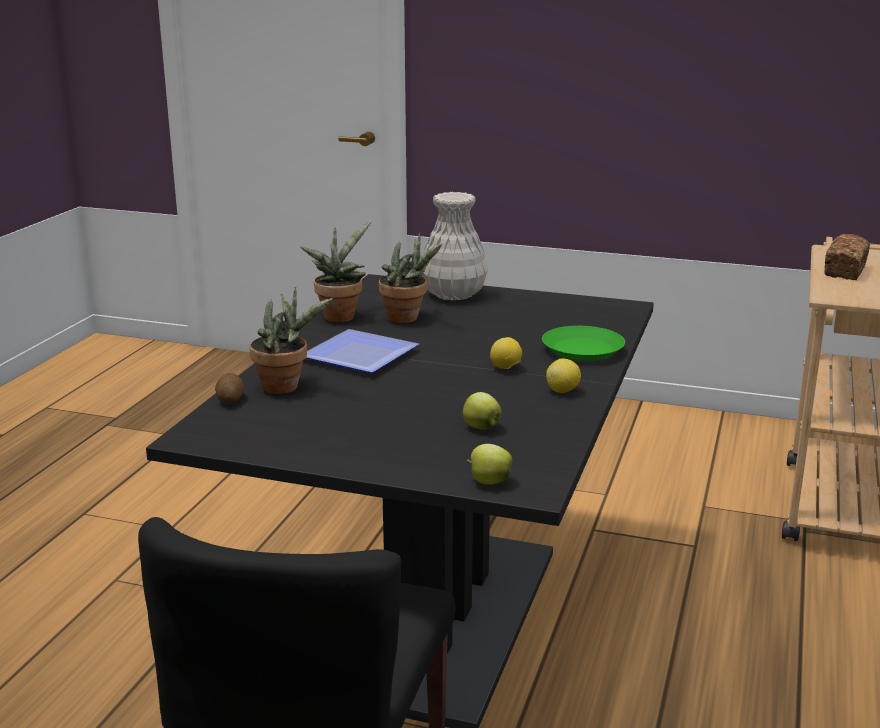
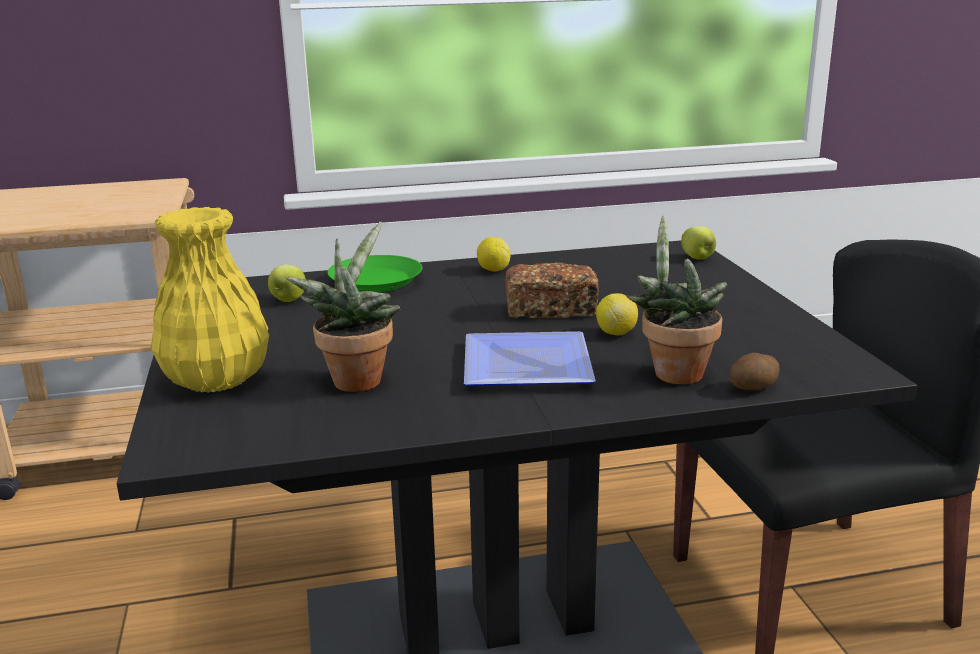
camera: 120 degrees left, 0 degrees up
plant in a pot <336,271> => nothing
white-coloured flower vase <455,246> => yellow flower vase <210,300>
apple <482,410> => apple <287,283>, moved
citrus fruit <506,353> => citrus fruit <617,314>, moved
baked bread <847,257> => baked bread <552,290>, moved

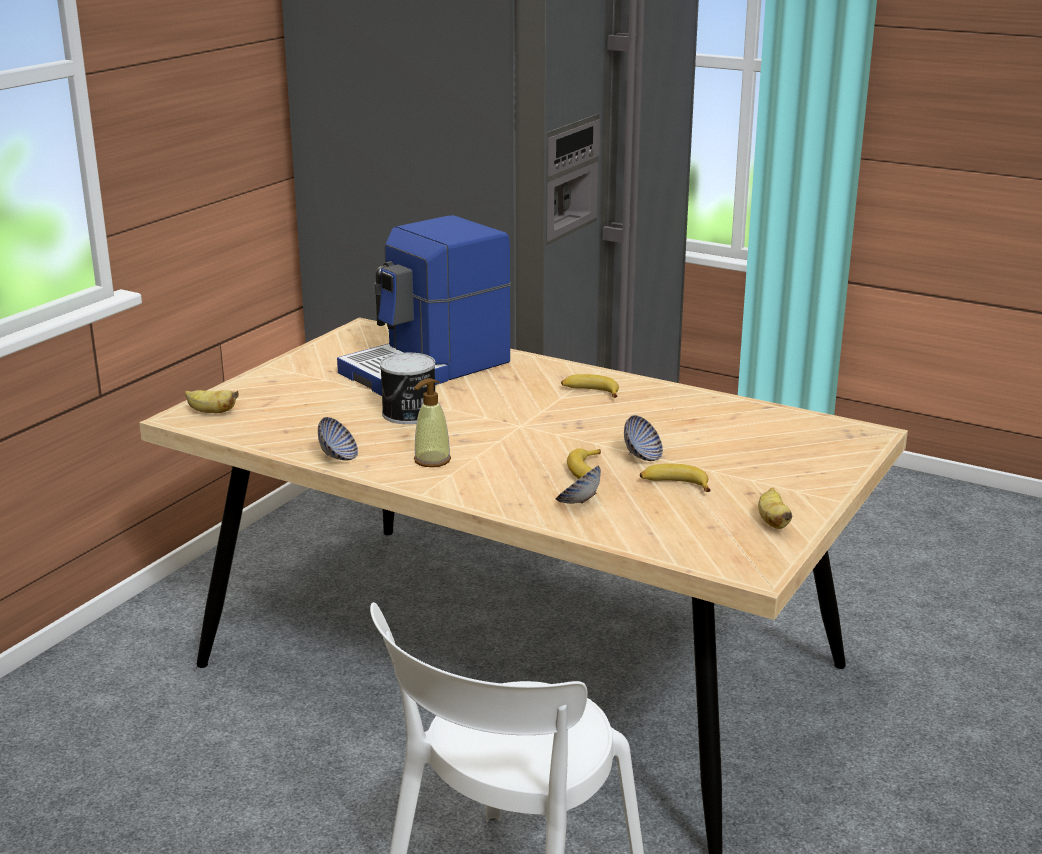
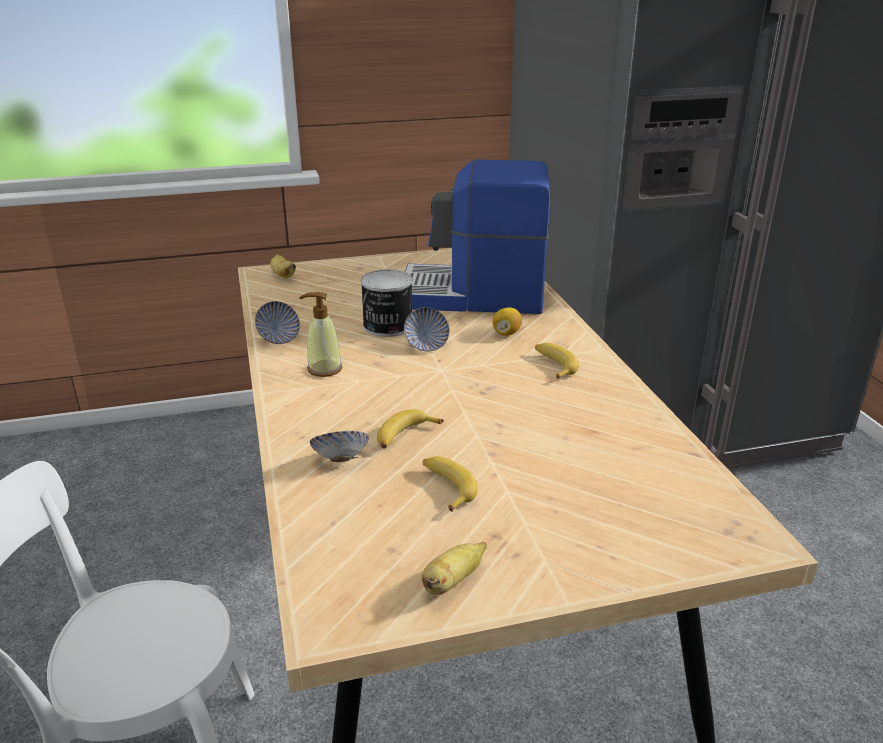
camera: 45 degrees right, 5 degrees up
deep dish <643,438> => deep dish <427,329>, moved
nothing => citrus fruit <507,321>

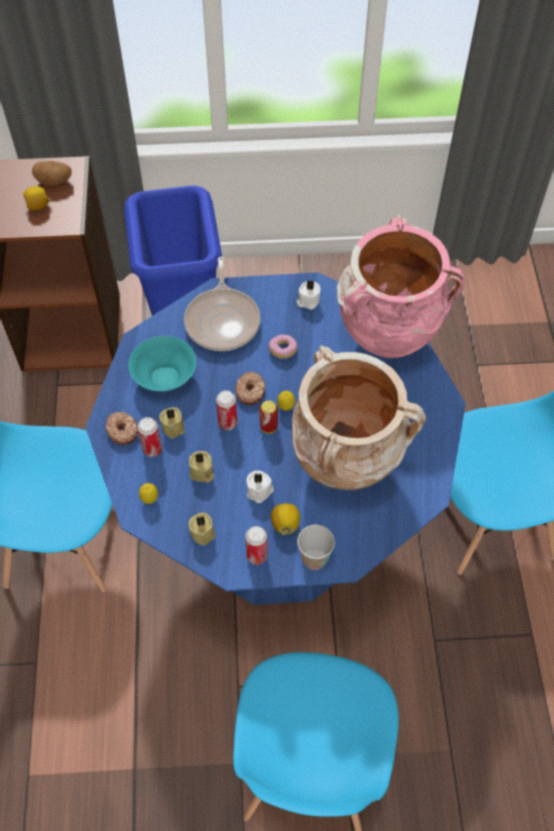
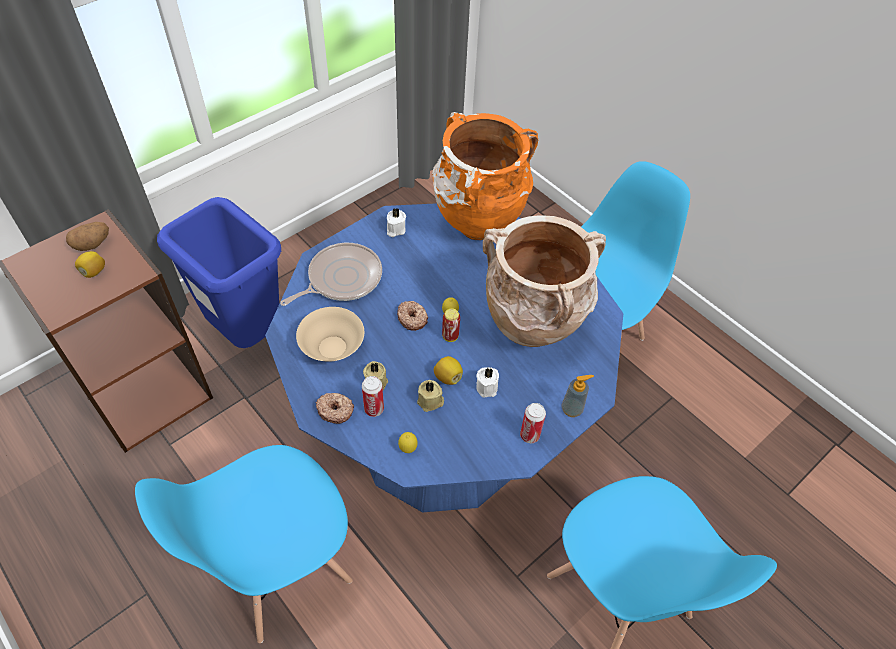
camera: 40 degrees left, 5 degrees down
blue-green deep dish <162,363> => beige deep dish <330,334>
frying pan <222,304> => frying pan <331,274>, 90 degrees counterclockwise
beige wax light <202,529> => nothing
metal can <226,410> => nothing
ring doughnut <283,346> => nothing
citrus fruit <285,519> => citrus fruit <448,370>, moved
drinking cup <316,547> => liquid soap bottle <577,396>
pinkish flower vase <401,286> => orange flower vase <485,176>

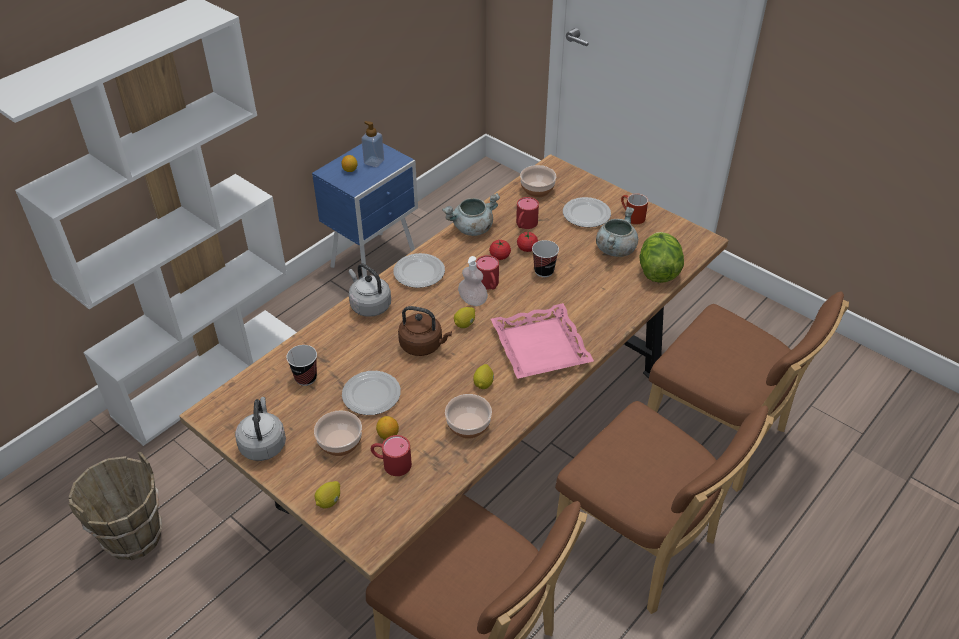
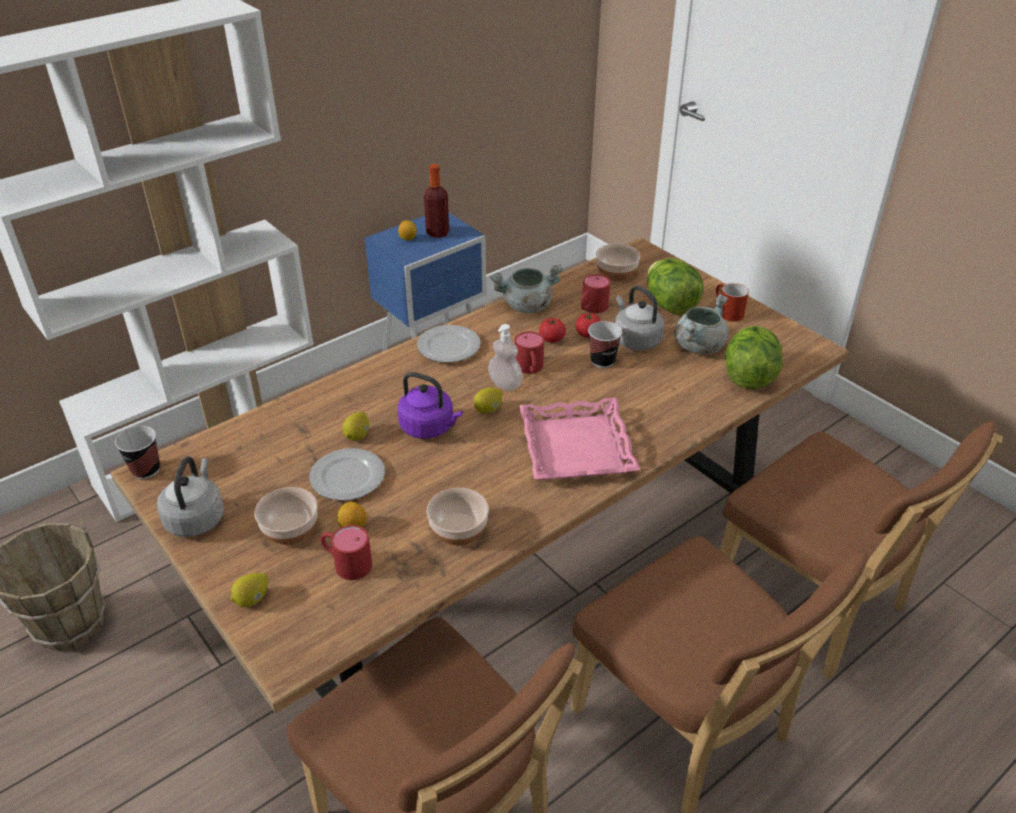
camera: 10 degrees right, 5 degrees down
drinking cup <301,365> => drinking cup <137,452>, moved
grey kettle <370,290> => grey kettle <639,318>, moved
liquid soap bottle <372,144> => drink bottle <436,201>
brownish kettle <425,331> => purple-coloured kettle <430,405>
citrus fruit <483,376> => citrus fruit <355,426>, moved
plate <587,212> => lettuce head <675,286>

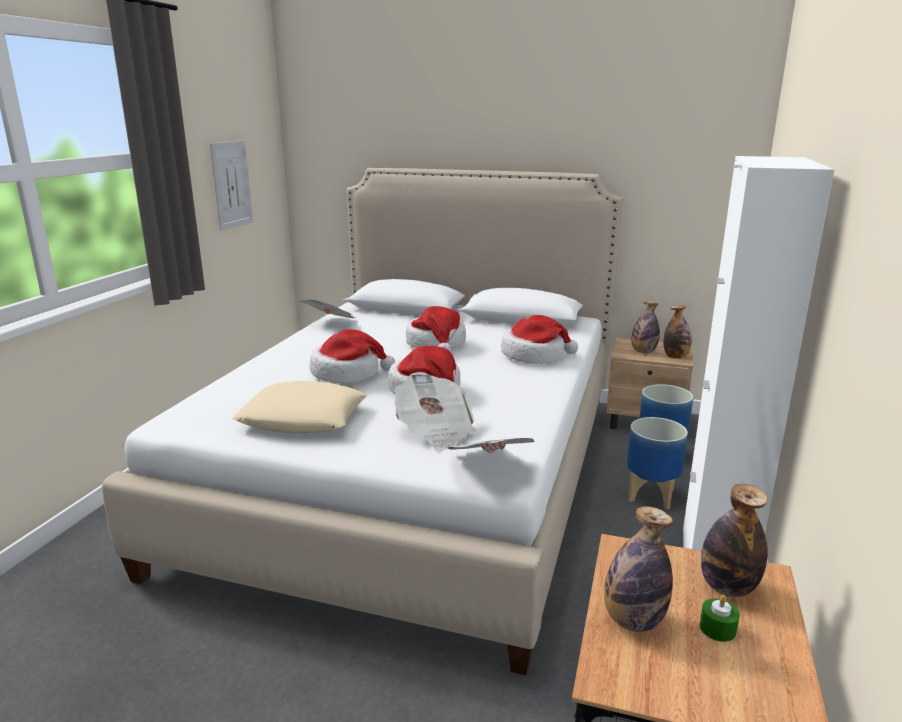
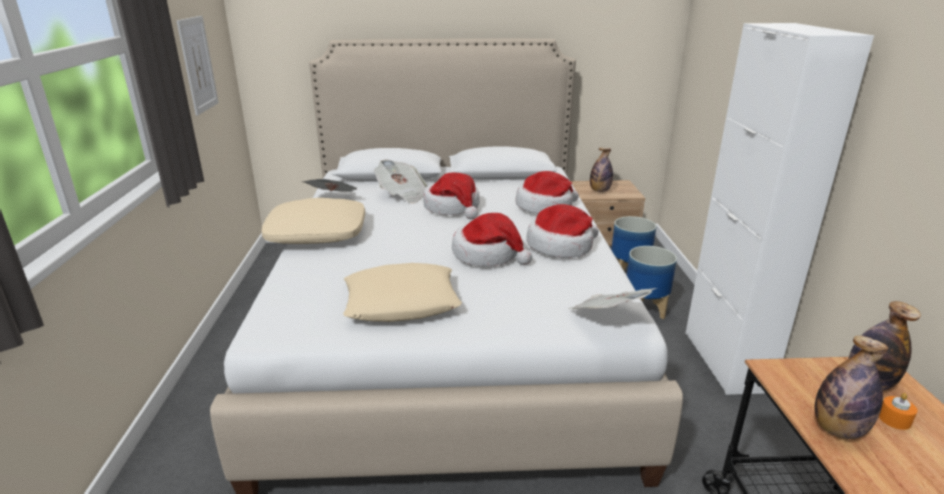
camera: 20 degrees left, 5 degrees up
hat <352,356> => hat <562,231>, moved
daily paper <435,411> => daily paper <400,181>, moved
drink bottle <677,332> => nothing
green wax light <719,618> => orange wax light <898,411>
nothing => beige cushion <313,221>

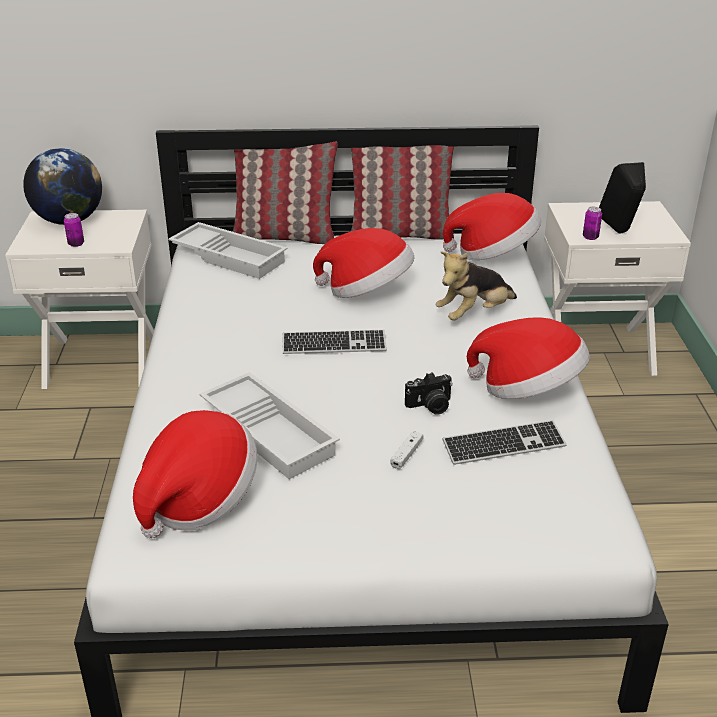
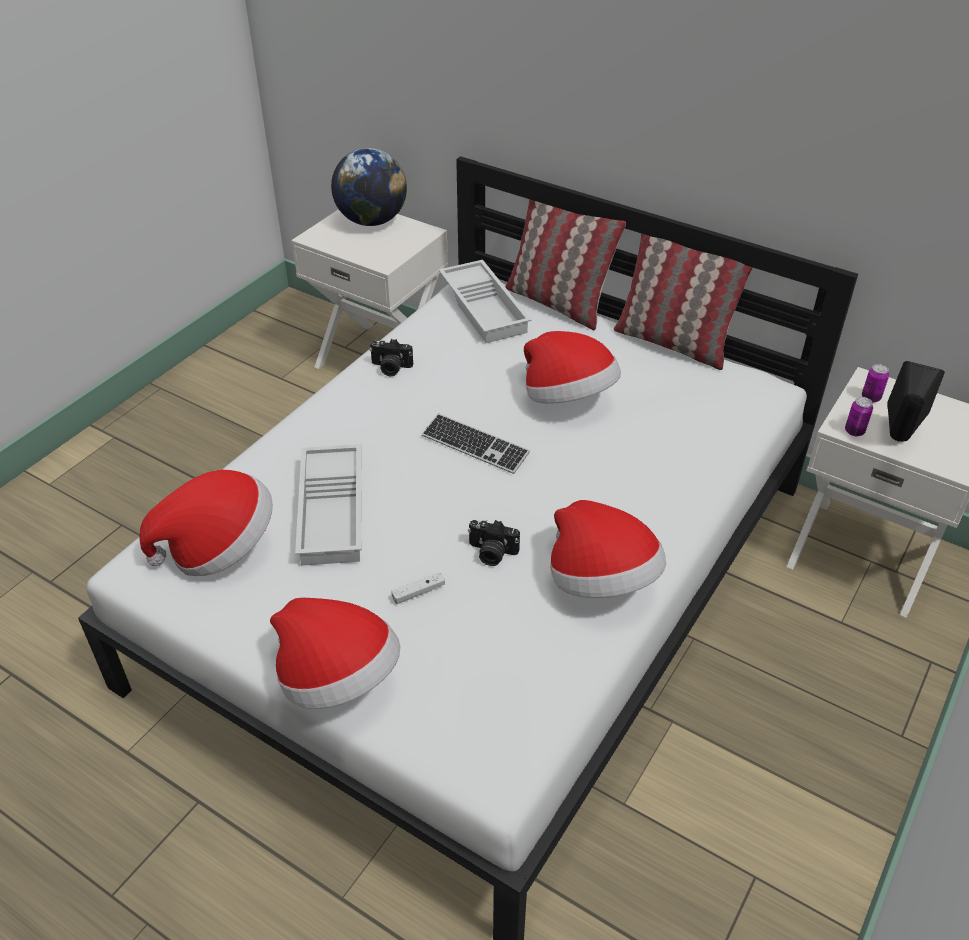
camera: 35 degrees right, 10 degrees up
metal can <74,230> => metal can <875,383>, moved
cuddly toy <476,286> => nothing
computer keyboard <504,442> => nothing
hat <492,226> => hat <335,653>, moved
nothing => still camera <391,357>

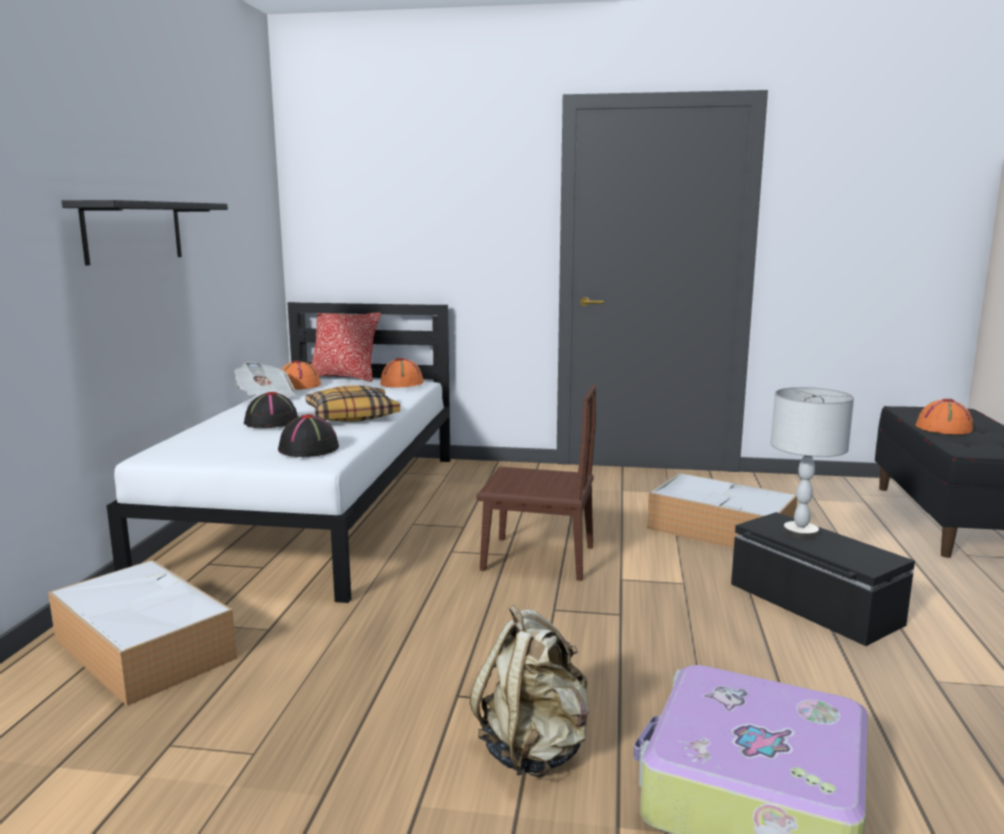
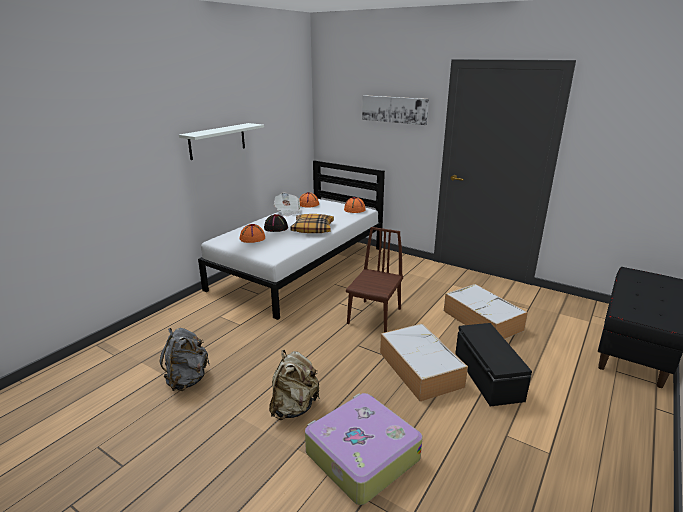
camera: 25 degrees right, 10 degrees up
storage box <142,633> => storage box <424,362>, moved
blackish bracket shelf <145,232> => white-coloured bracket shelf <221,141>
blackish hat <308,435> => nothing
cushion <346,347> => nothing
brownish plain chair <536,483> => brownish plain chair <374,280>, 105 degrees counterclockwise
grey tabletop lamp <812,463> => nothing
orange hat <944,416> => orange hat <252,233>, moved
nothing => grey rucksack <184,359>
nothing => picture <395,110>

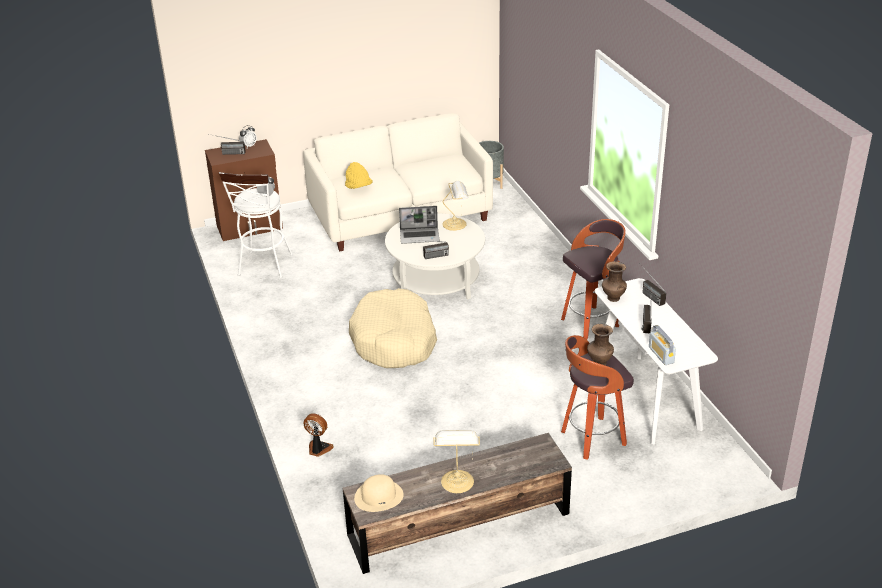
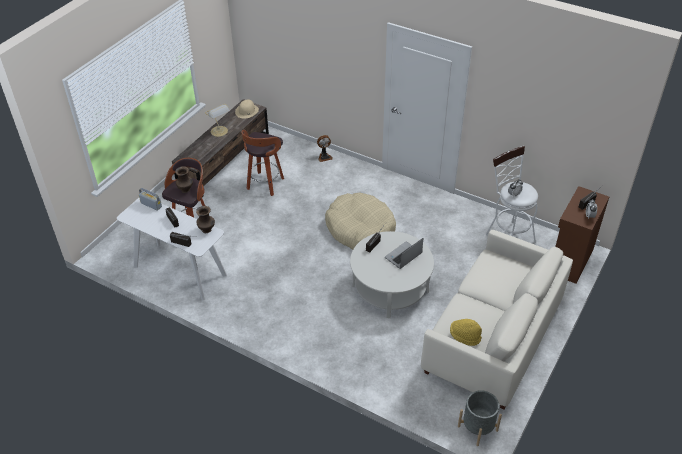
camera: 140 degrees right, 10 degrees up
yellow hat <359,175> => yellow hat <466,332>, moved
tabletop lamp <455,206> => nothing
stool seat <593,279> => stool seat <262,163>, moved

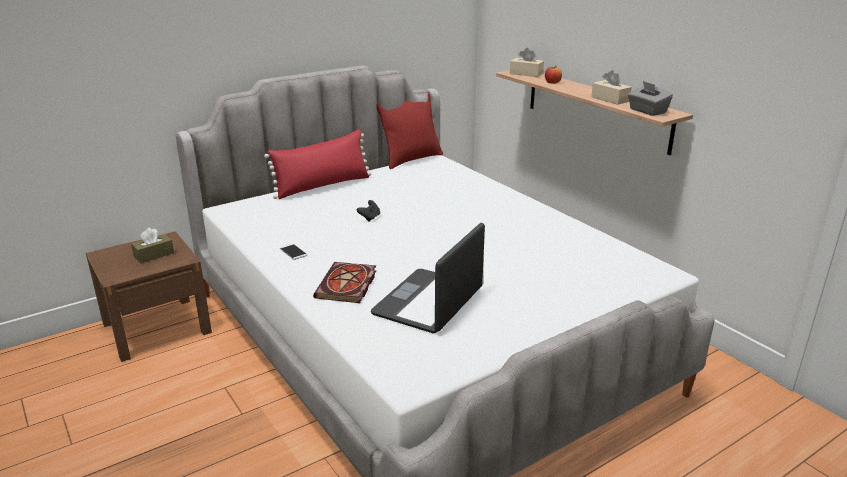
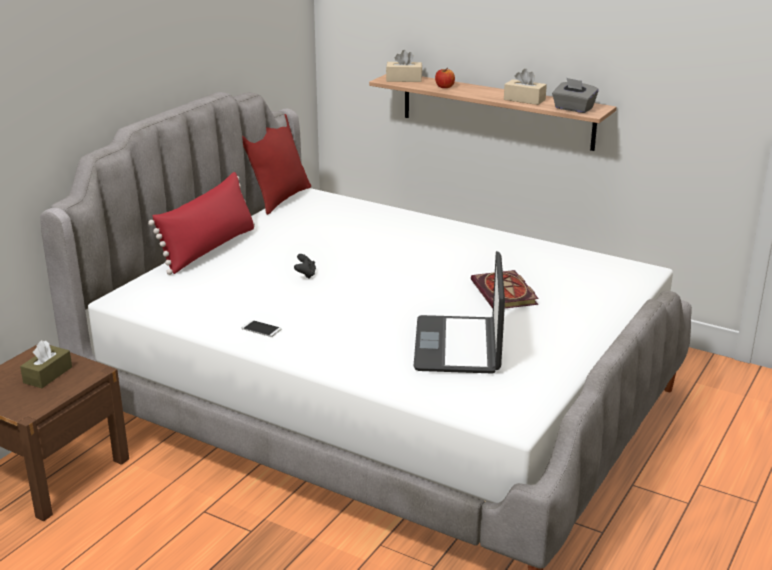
camera: 25 degrees left, 0 degrees up
bound book <344,282> => bound book <505,289>, moved

